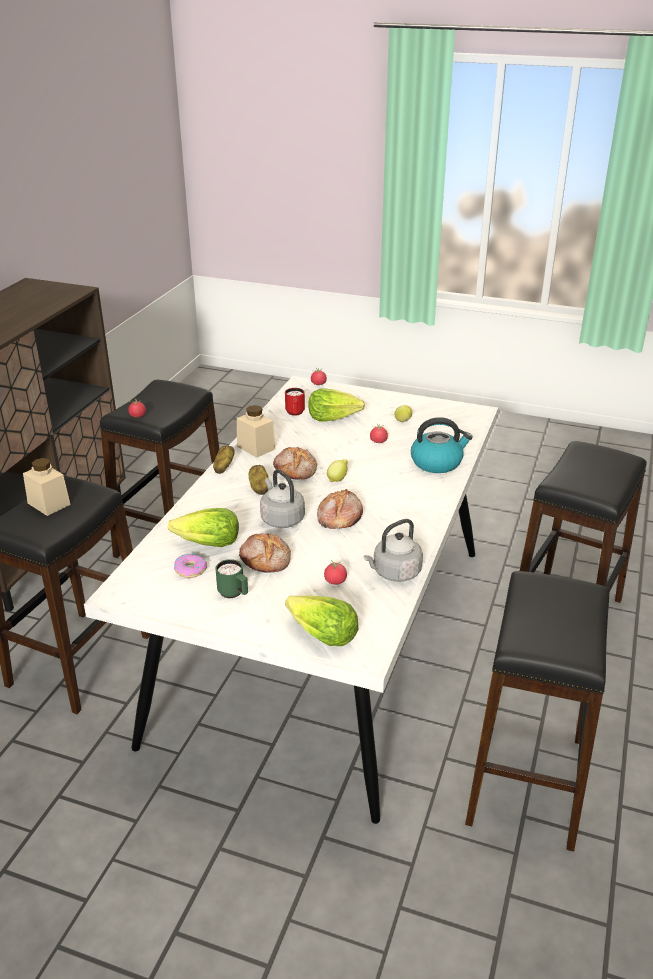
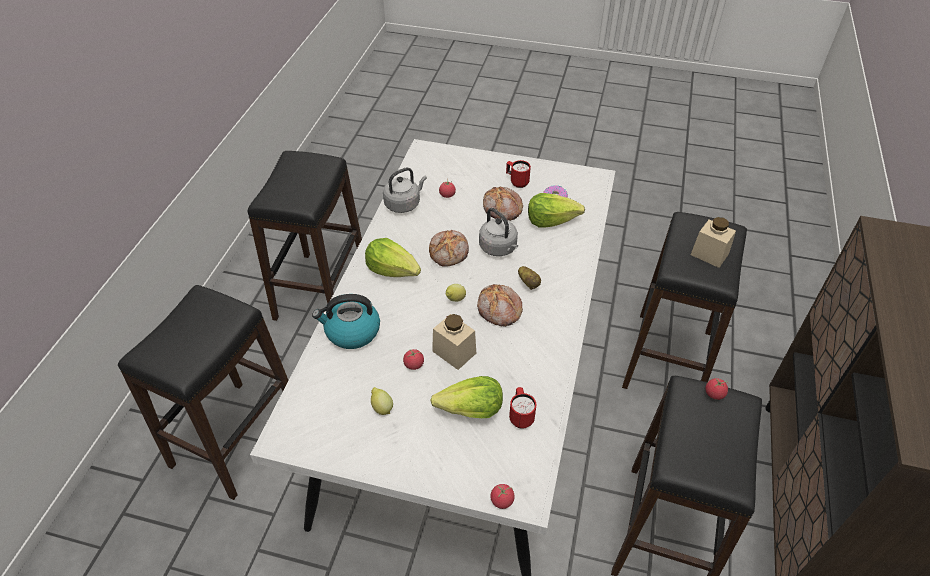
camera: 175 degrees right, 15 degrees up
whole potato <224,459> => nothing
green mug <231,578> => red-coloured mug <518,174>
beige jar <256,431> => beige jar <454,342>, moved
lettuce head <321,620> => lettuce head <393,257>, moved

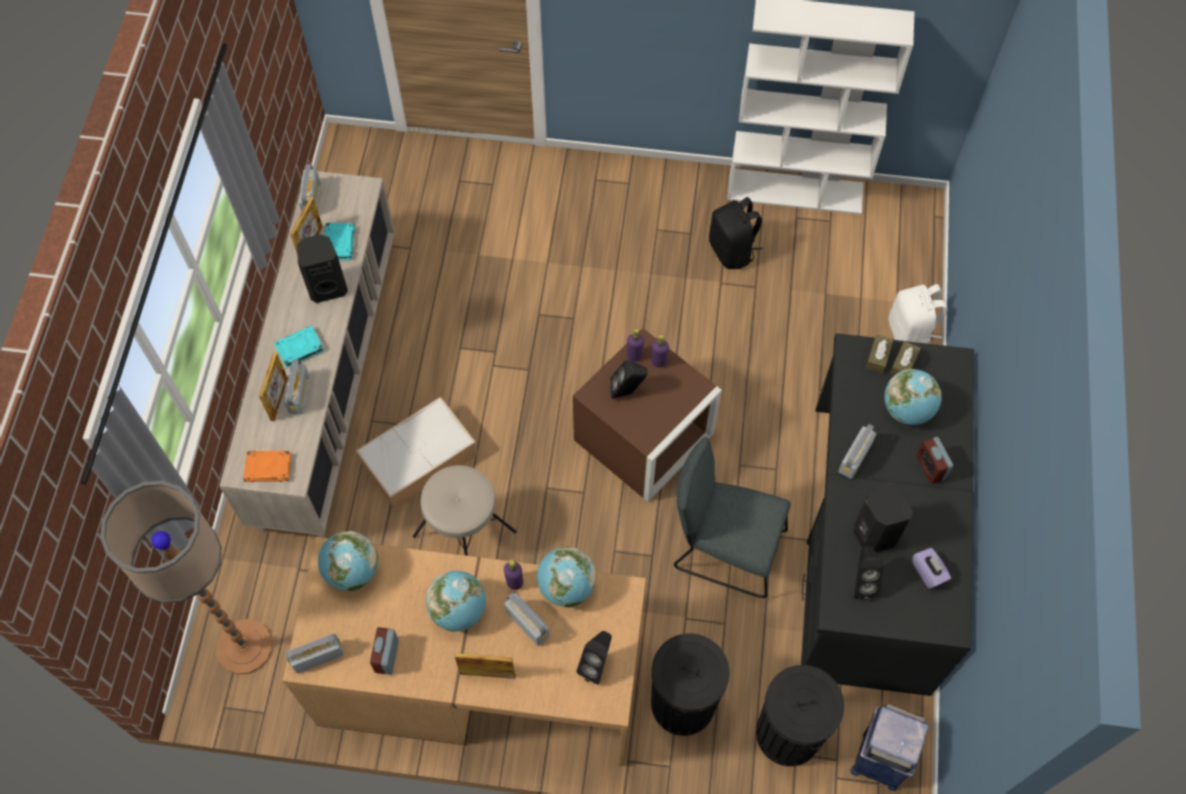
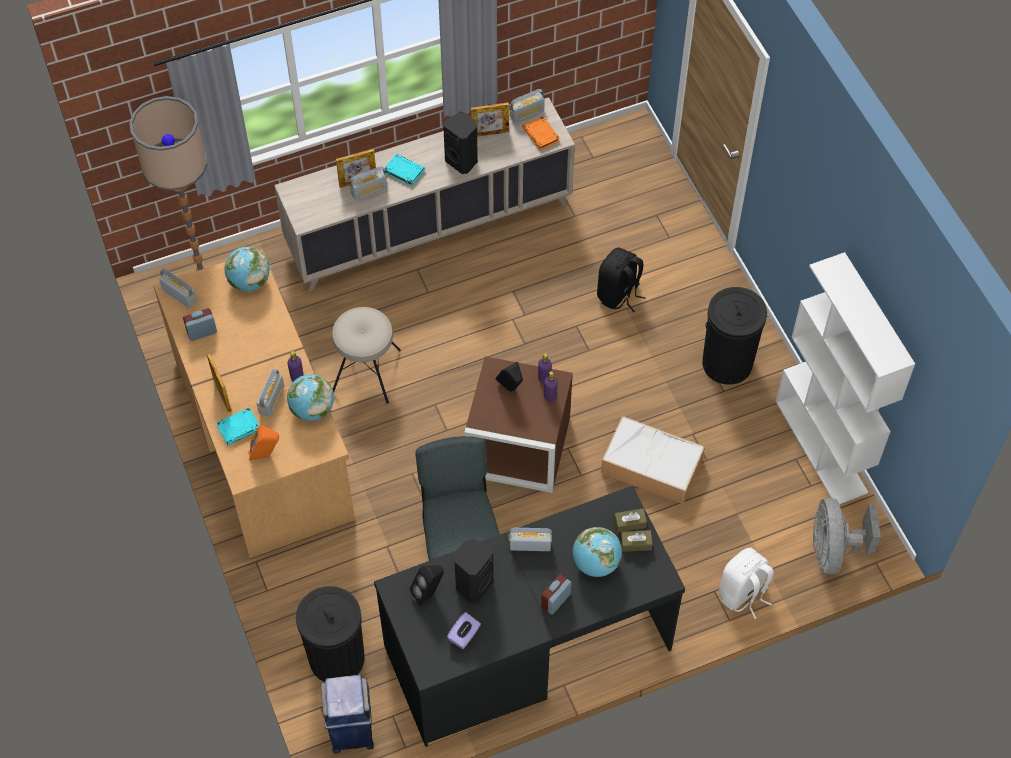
camera: 60 degrees right, 5 degrees down
orange bound book <267,466> => orange bound book <541,133>, moved
blue-green bound book <340,241> => blue-green bound book <237,426>, moved
storage box <417,453> => storage box <653,460>, moved
desk globe <456,601> => nothing
blackish speaker <594,658> => orange speaker <263,443>
blackish waste bin <690,684> => blackish waste bin <734,336>, moved
blackish rucksack <736,233> => blackish rucksack <621,279>, moved
nothing => grey cooling fan <847,536>

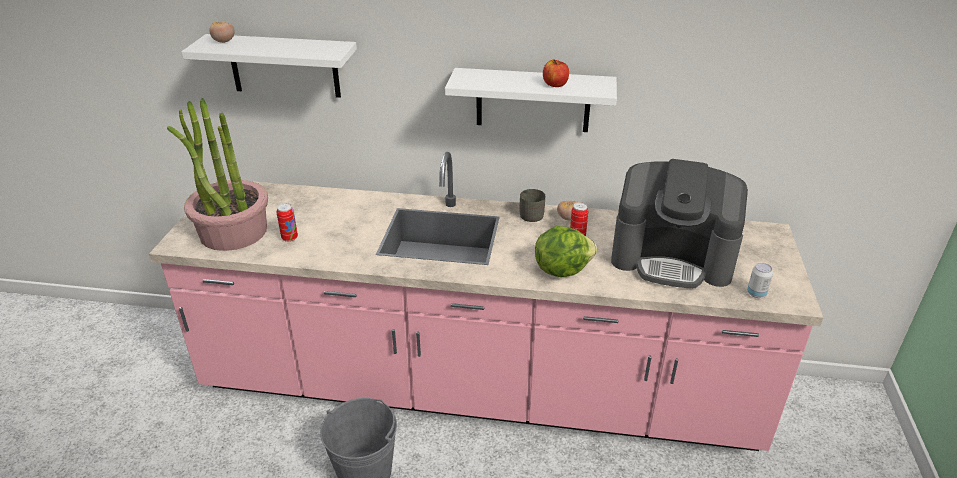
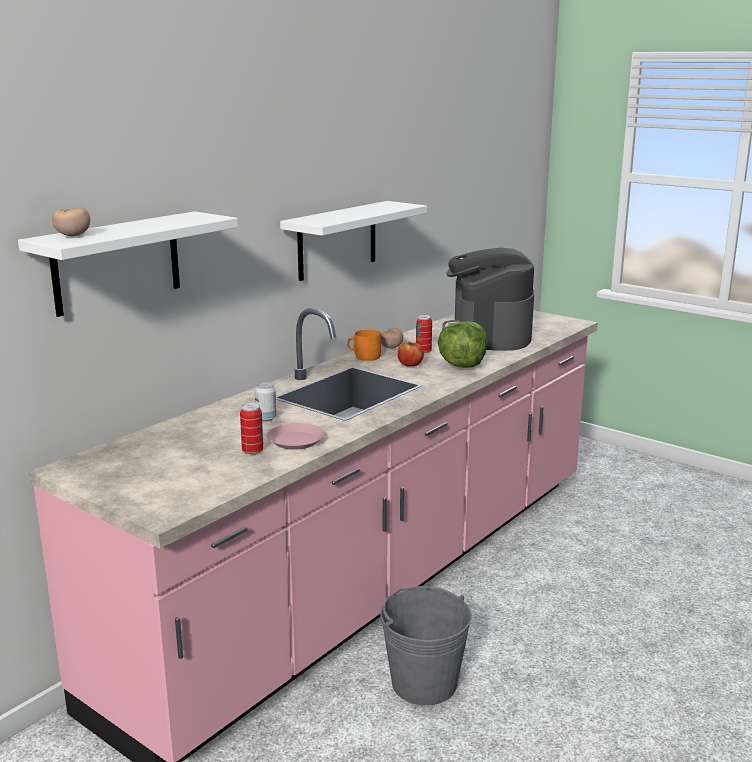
camera: 60 degrees left, 15 degrees down
plant in a pot <217,174> => nothing
grey mug <532,205> => orange mug <364,345>
apple <556,73> => apple <411,354>, moved
coffee maker <679,223> => coffee maker <488,299>, 135 degrees clockwise
metal can <760,280> => metal can <266,401>, moved
nothing => pinkish plate <296,436>

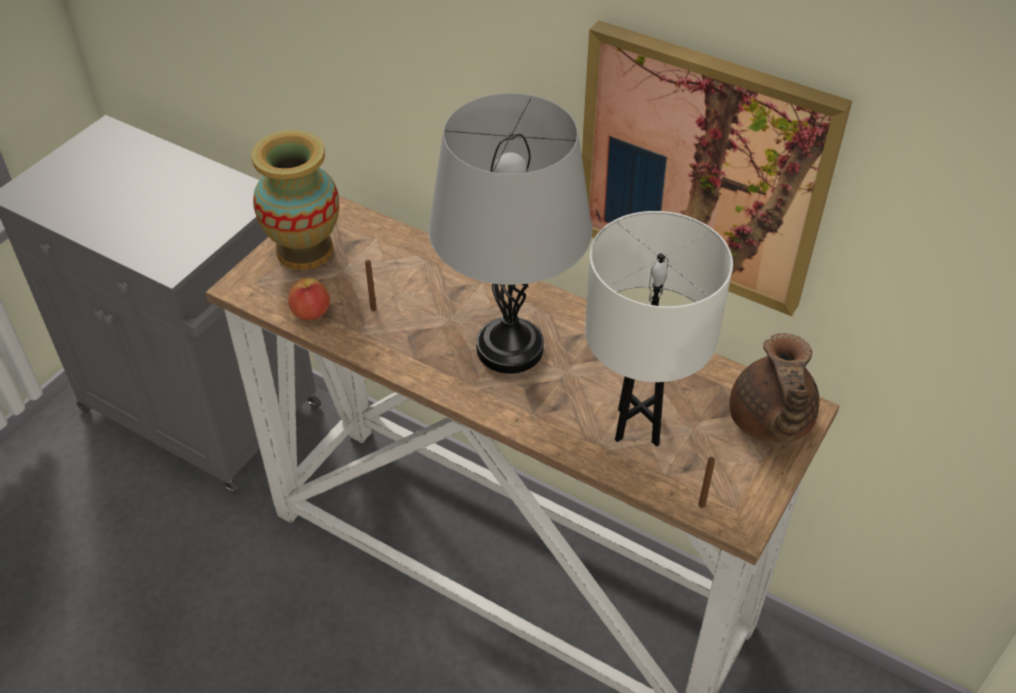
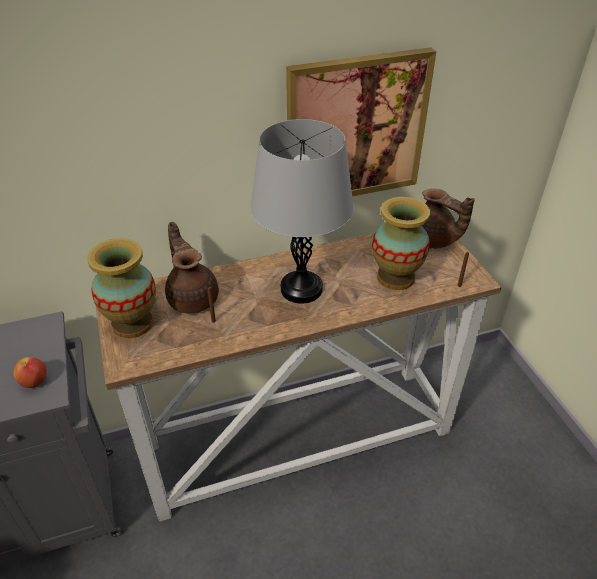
camera: 50 degrees left, 5 degrees down
apple <309,299> => apple <30,372>, moved
white-coloured tabletop lamp <659,329> => flower vase <401,243>
nothing => brownish pot for tea <192,267>

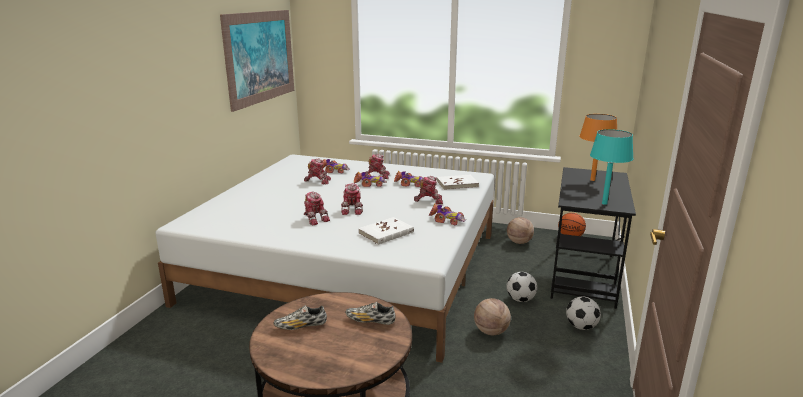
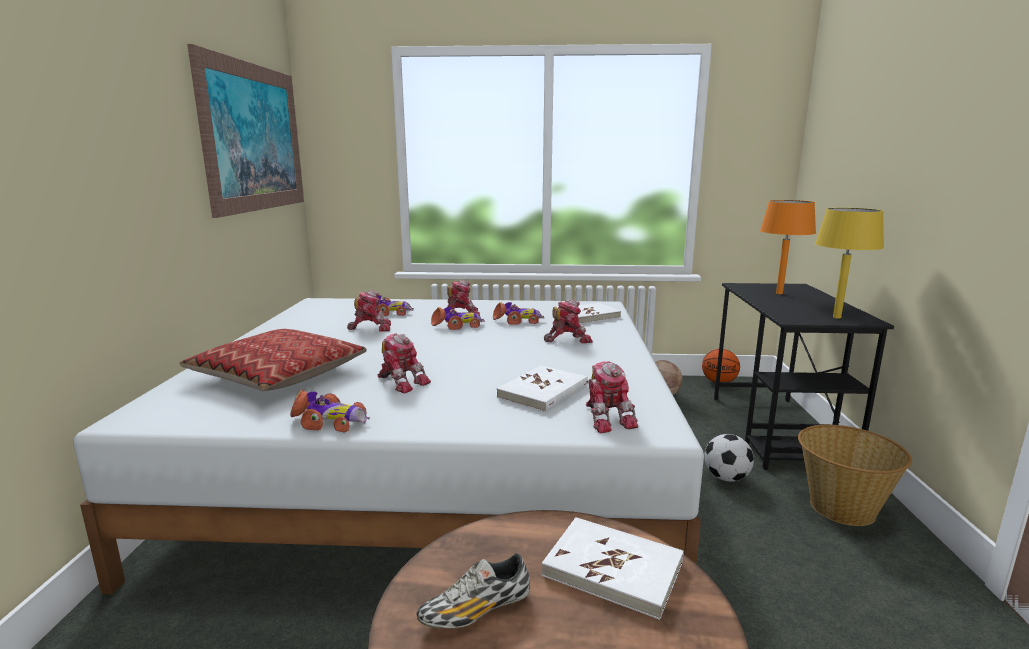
camera: 15 degrees left, 5 degrees down
toy robot <352,199> => toy robot <612,397>, moved
shoe <370,313> => white-coloured bound book <613,568>
toy car <447,214> => toy car <330,411>, moved
basketball ball <492,316> => nothing
ball for football <583,313> => household basket <855,475>
blue-green tabletop lamp <612,167> => yellow tabletop lamp <849,263>
nothing => cushion <273,360>

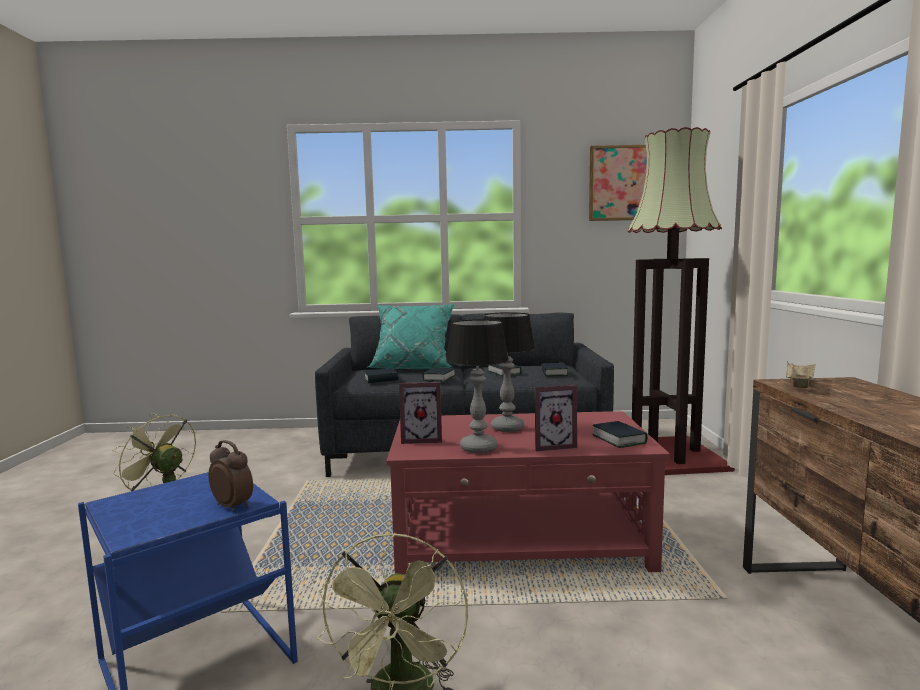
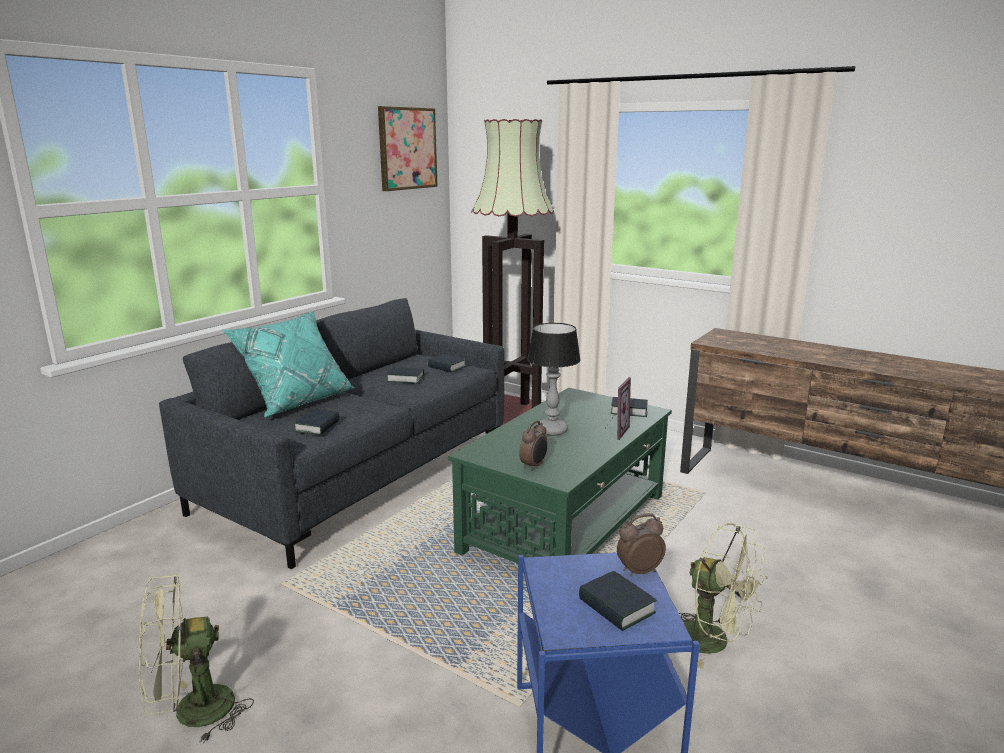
camera: 55 degrees left, 10 degrees up
red-coloured lounge table <528,492> => green lounge table <560,476>
standing frame <420,413> => alarm clock <533,446>
bound book <439,374> => bound book <617,601>, moved
tabletop lamp <477,386> => nothing
beige serving tray <801,374> => nothing

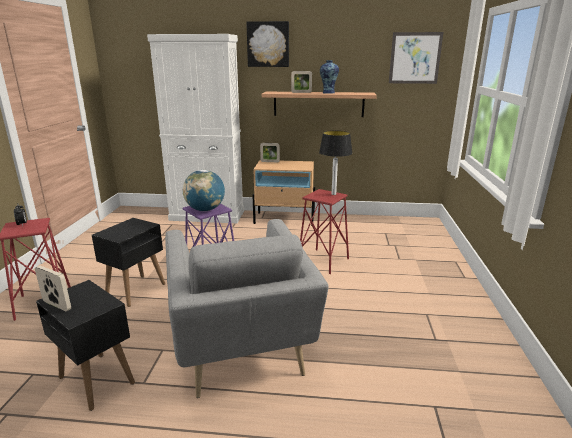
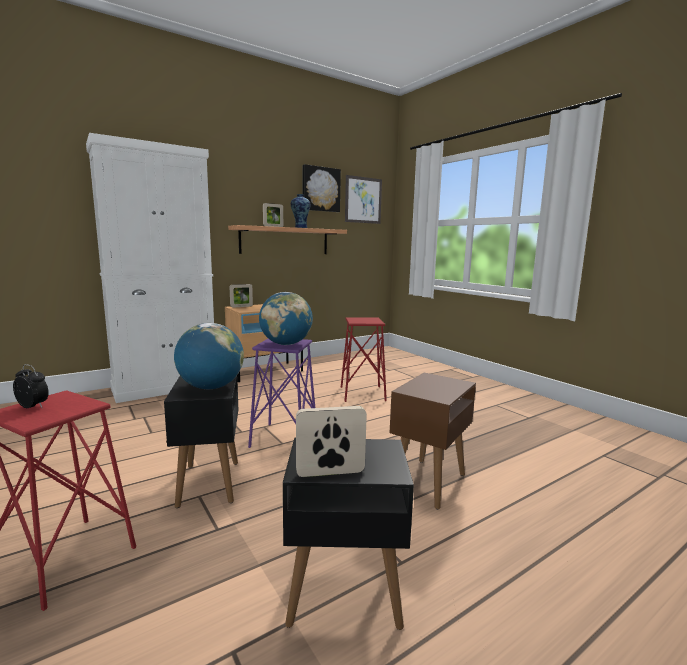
camera: 40 degrees left, 10 degrees down
grey lounge chair <247,308> => brownish accent table <433,441>
picture <267,44> => picture <322,188>, moved
tabletop lamp <336,163> => nothing
nothing => desk globe <209,356>

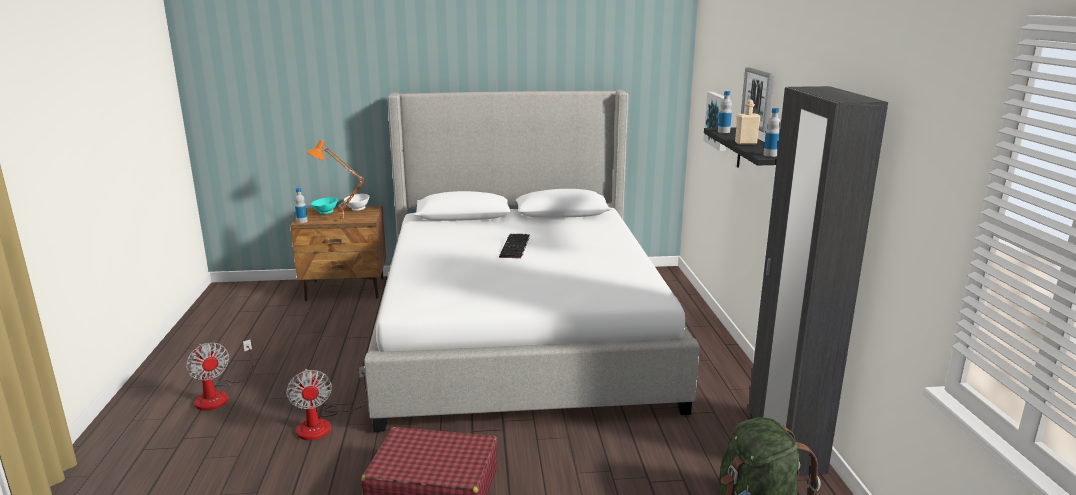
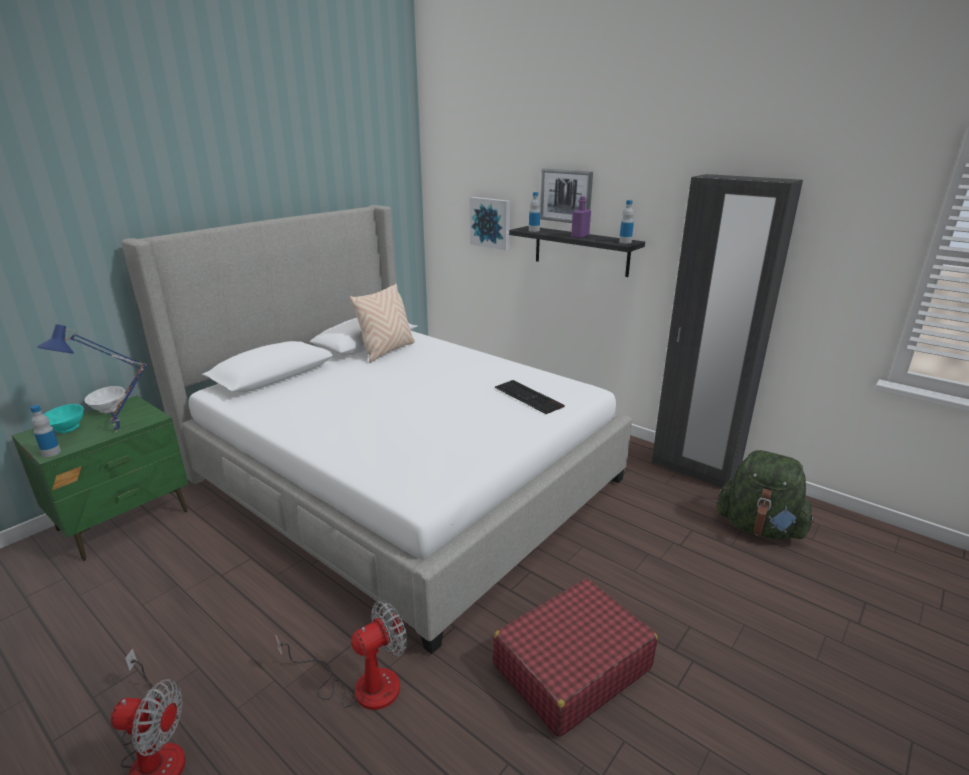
camera: 45 degrees left, 5 degrees up
cooling fan <326,403> => cooling fan <341,655>, 60 degrees counterclockwise
brownish night table <338,253> => green night table <100,478>
orange tabletop lamp <336,179> => blue tabletop lamp <92,378>
computer keyboard <514,246> => computer keyboard <530,397>, moved
beige drink bottle <748,122> => purple-coloured drink bottle <581,217>
nothing => beige cushion <382,323>

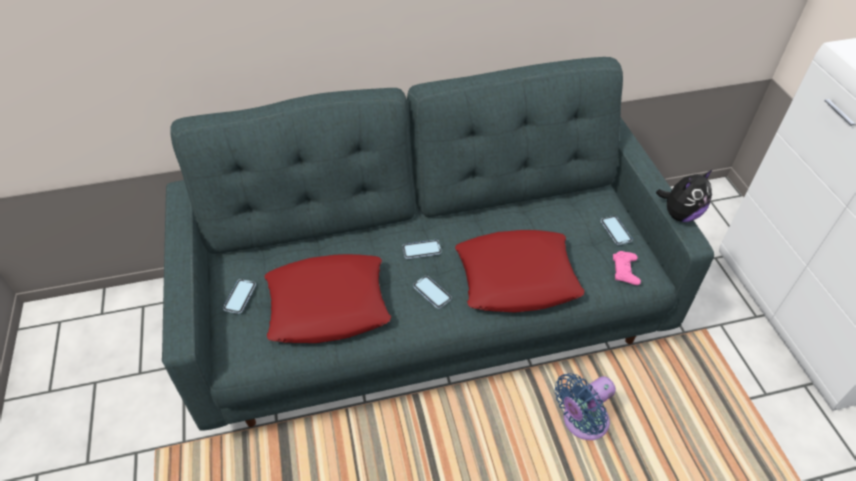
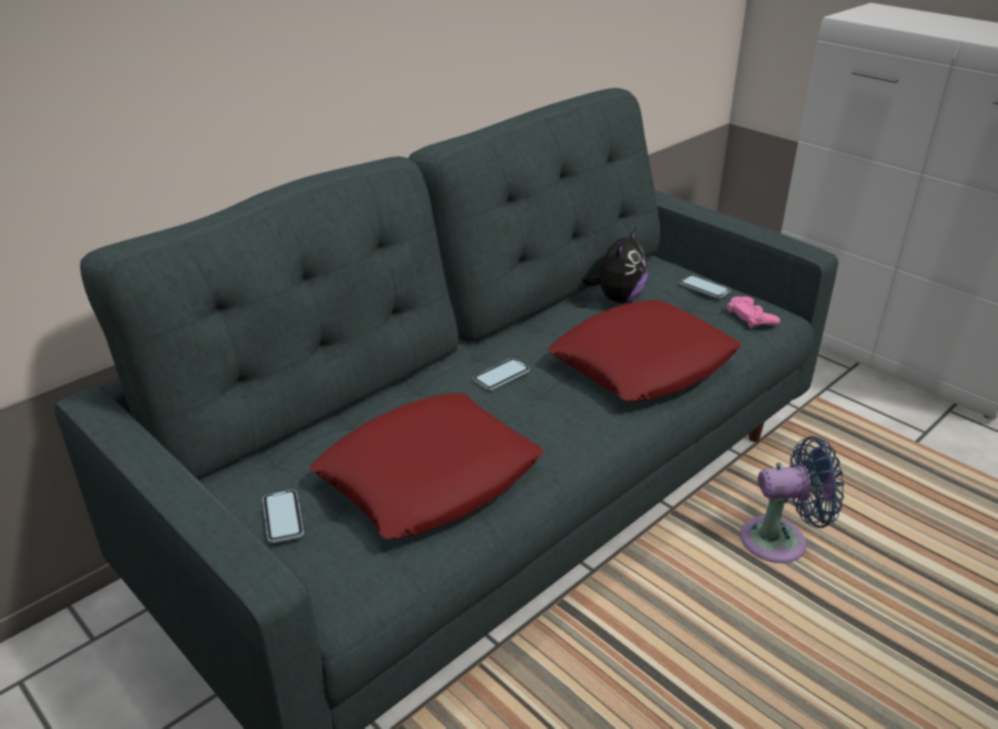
camera: 30 degrees left, 15 degrees down
telephone <432,292> => nothing
blue cooling fan <585,406> => blue cooling fan <792,499>, 120 degrees counterclockwise
cuddly toy <684,195> => cuddly toy <615,265>, moved

